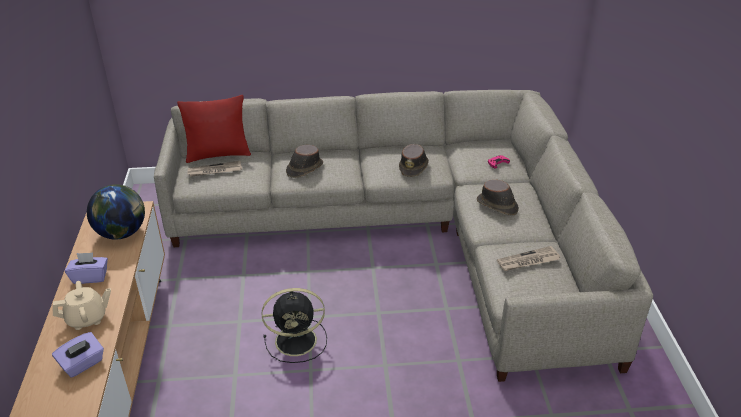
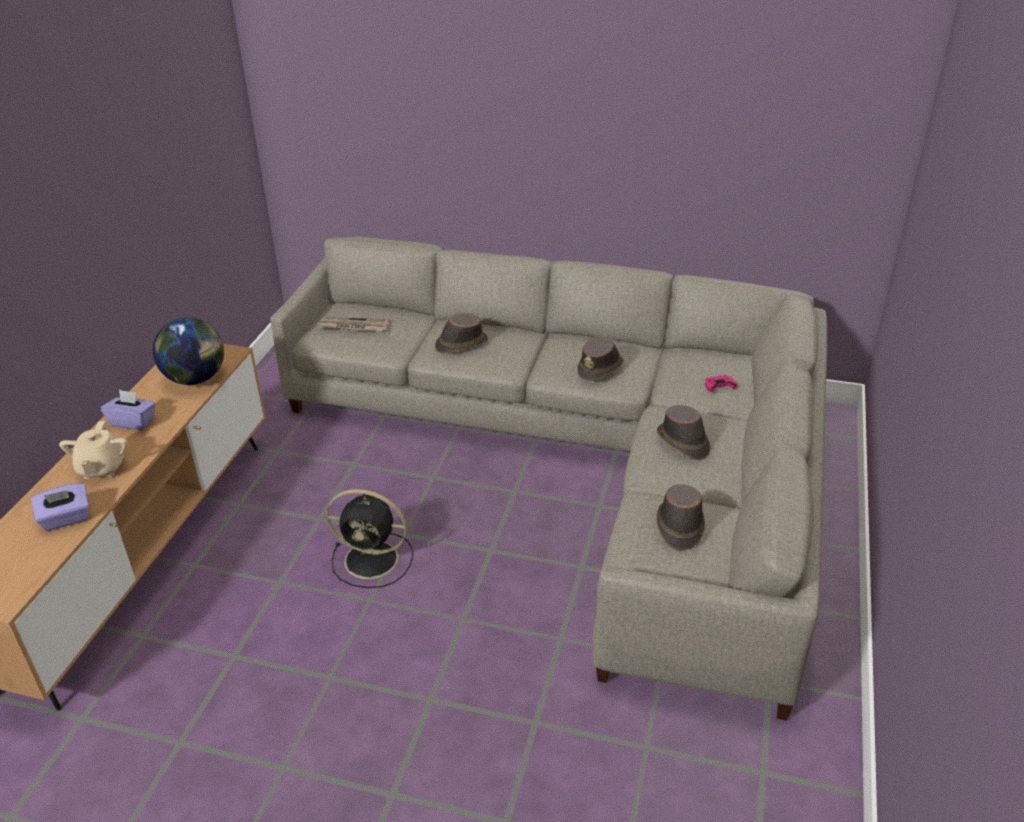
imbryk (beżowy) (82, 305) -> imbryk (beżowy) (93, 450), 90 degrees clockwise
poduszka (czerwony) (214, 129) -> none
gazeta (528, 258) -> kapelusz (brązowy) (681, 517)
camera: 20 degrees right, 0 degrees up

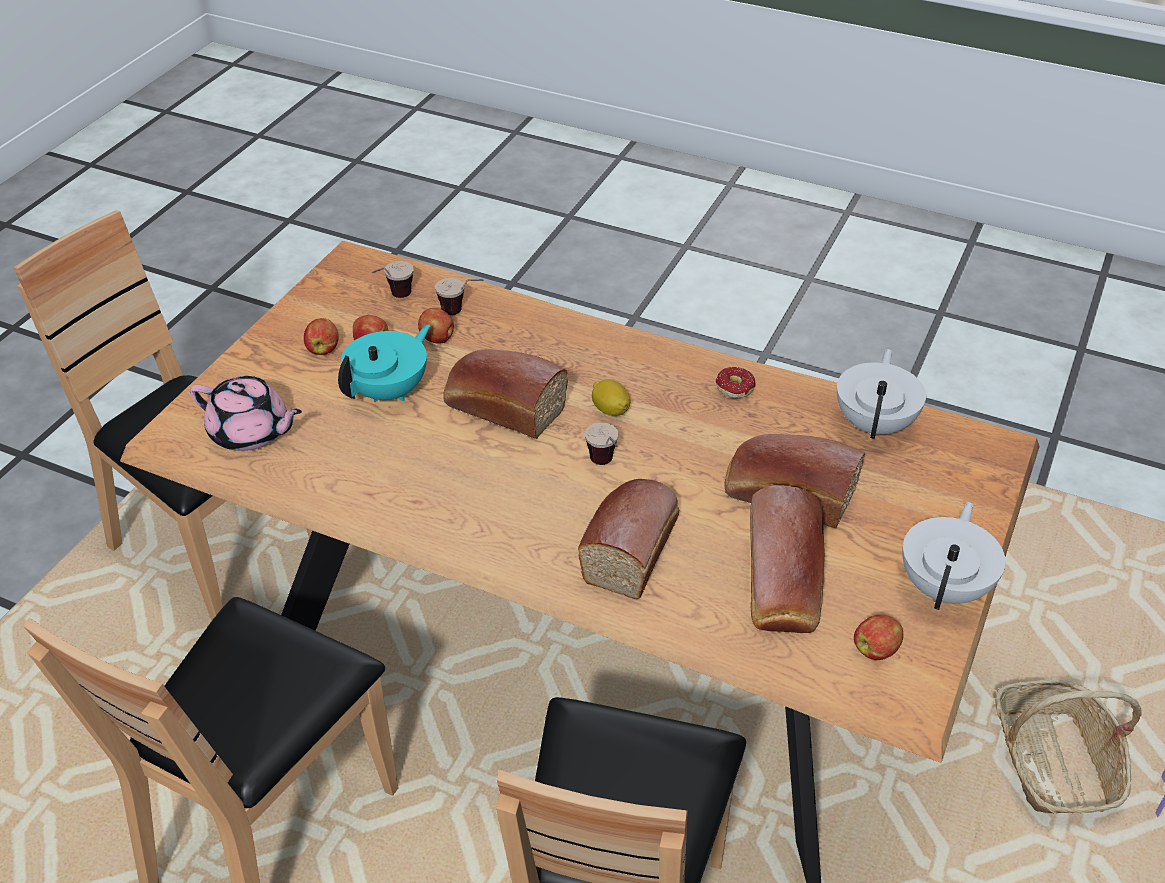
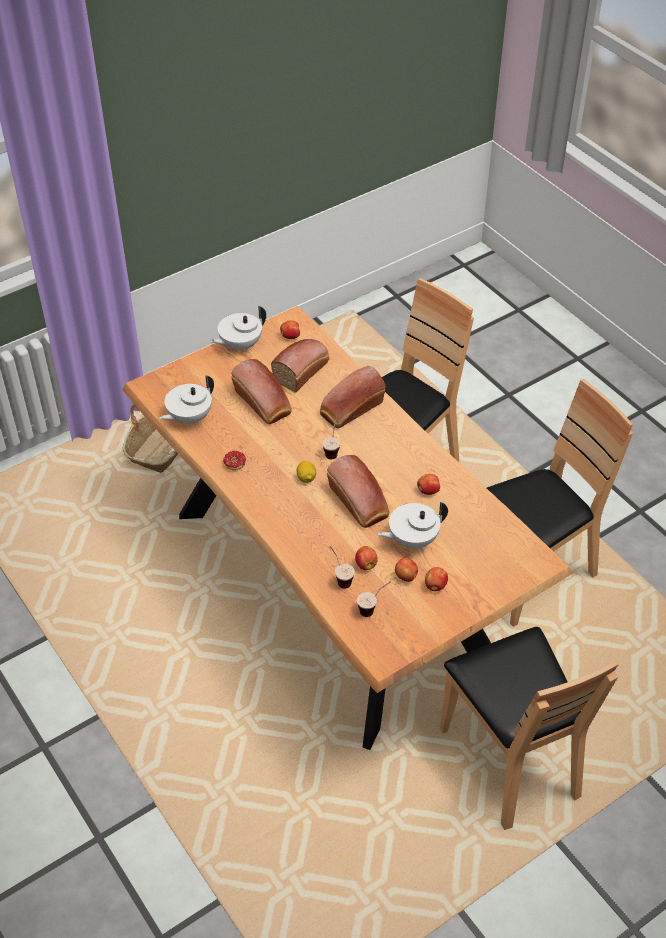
imbryk (różowy) (246, 413) -> none
imbryk (turkusowy) (384, 363) -> imbryk (biały) (413, 525)
none -> jabłko (428, 484)
camera: 150 degrees left, 5 degrees up

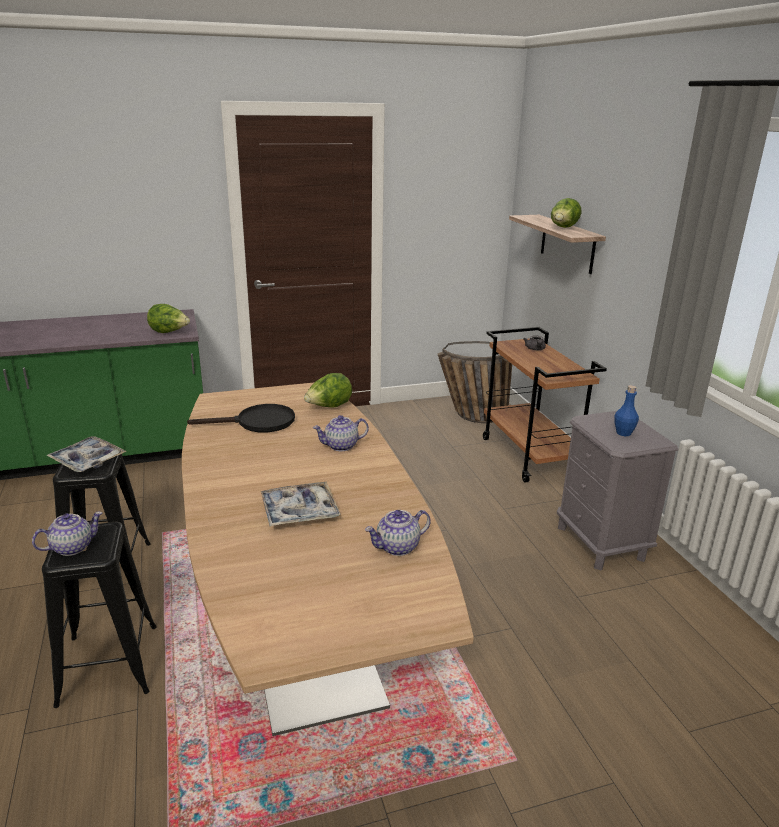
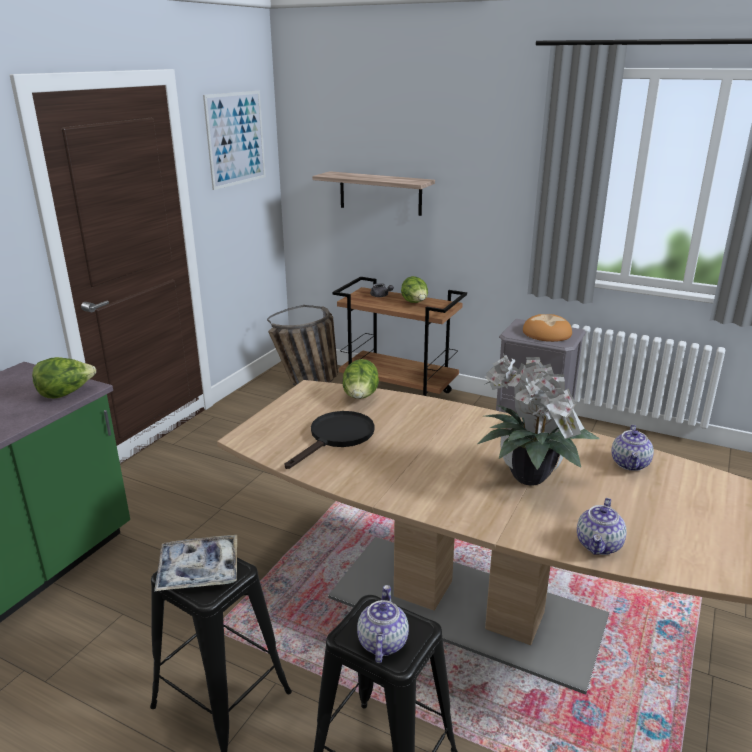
taca (301, 504) -> roślina doniczkowa (539, 420)
imbryk (341, 433) -> imbryk (602, 526), moved
sałata (566, 213) -> sałata (414, 289), moved
butelka (niebieski) (626, 410) -> chleb (547, 328)
none -> obraz (234, 140)
camera: 45 degrees left, 0 degrees up

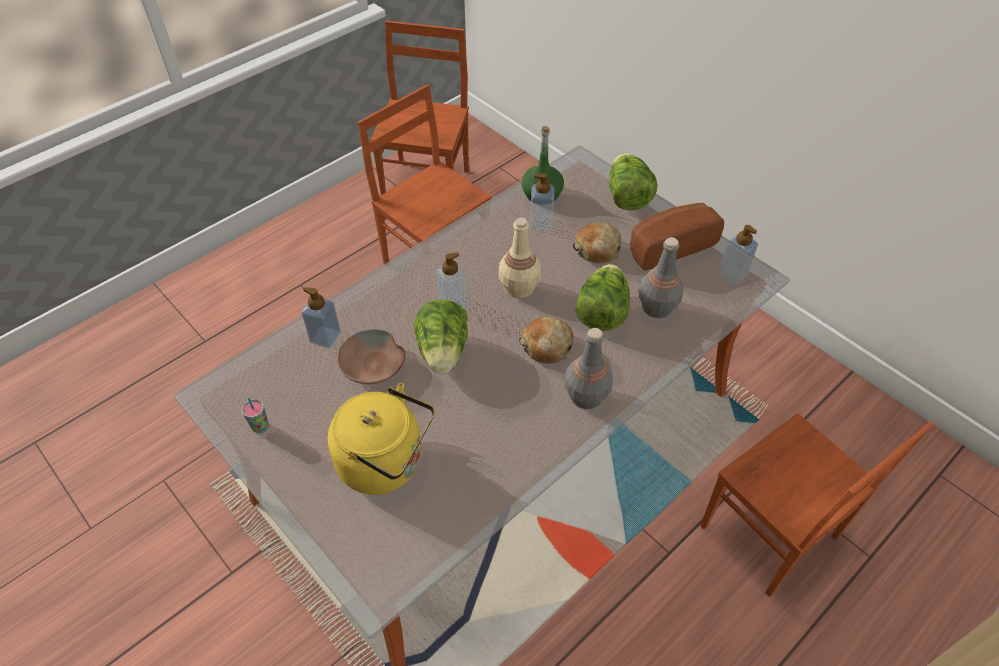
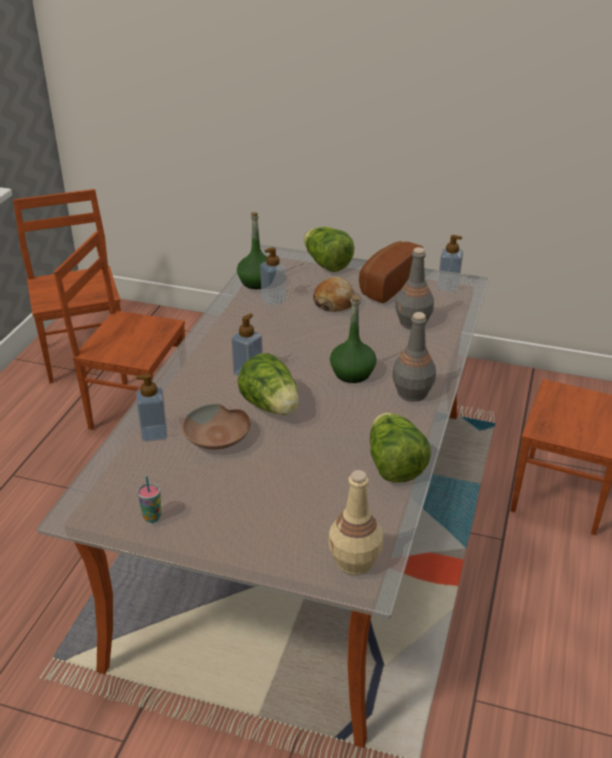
czajnik (żółty) (381, 439) -> none
butelka (beżowy) (519, 257) -> butelka (beżowy) (355, 522), moved
chleb (546, 340) -> butelka (zielony) (353, 339)
sałata (602, 297) -> sałata (400, 448), moved
camera: 30 degrees left, 15 degrees down

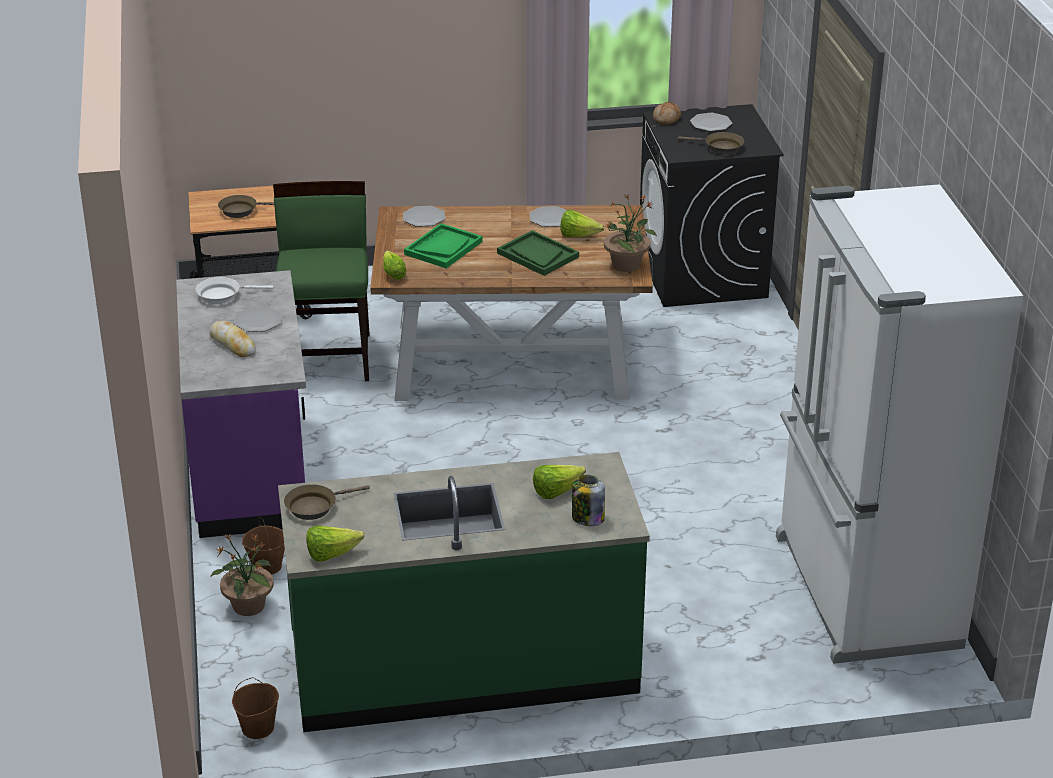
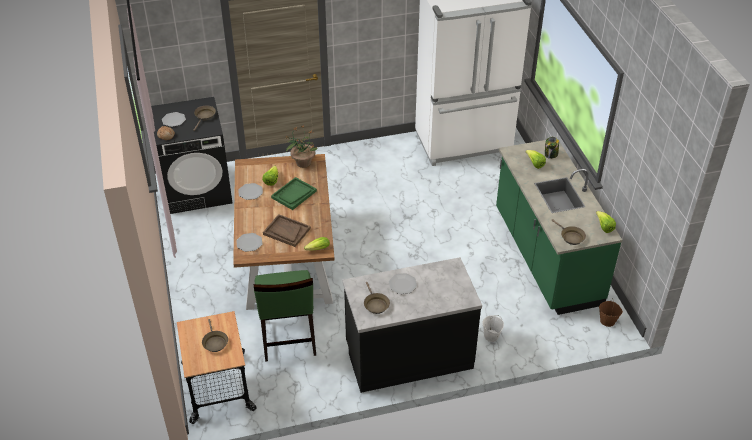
zabudowa kuchenna (fioletowy) (241, 404) -> zabudowa kuchenna (czarny) (412, 325)
patelnia (biały) (234, 290) -> patelnia (brązowy) (377, 298)
chleb (232, 339) -> none
roślina doniczkowa (242, 574) -> none
wiadro (brązowy) (263, 546) -> wiadro (biały) (493, 328)
krzesło (zielony) (321, 281) -> krzesło (zielony) (285, 316), 90 degrees counterclockwise
taca (zielony) (443, 245) -> taca (brązowy) (287, 230)
camera: 95 degrees left, 10 degrees up

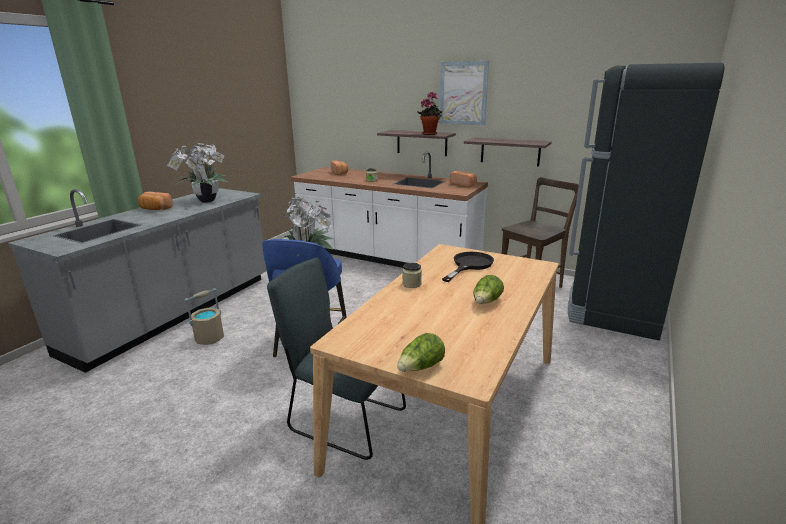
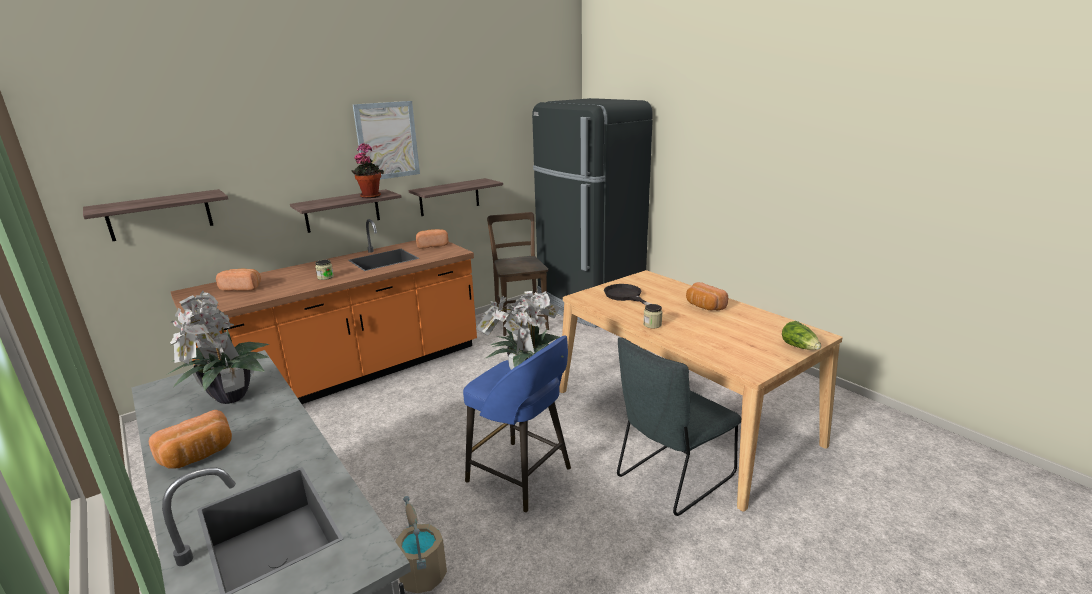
zabudowa kuchenna (biały) (389, 210) -> zabudowa kuchenna (pomarańczowy) (324, 311)
sałata (488, 289) -> chleb (707, 296)
none -> półka (155, 215)
camera: 65 degrees left, 0 degrees up

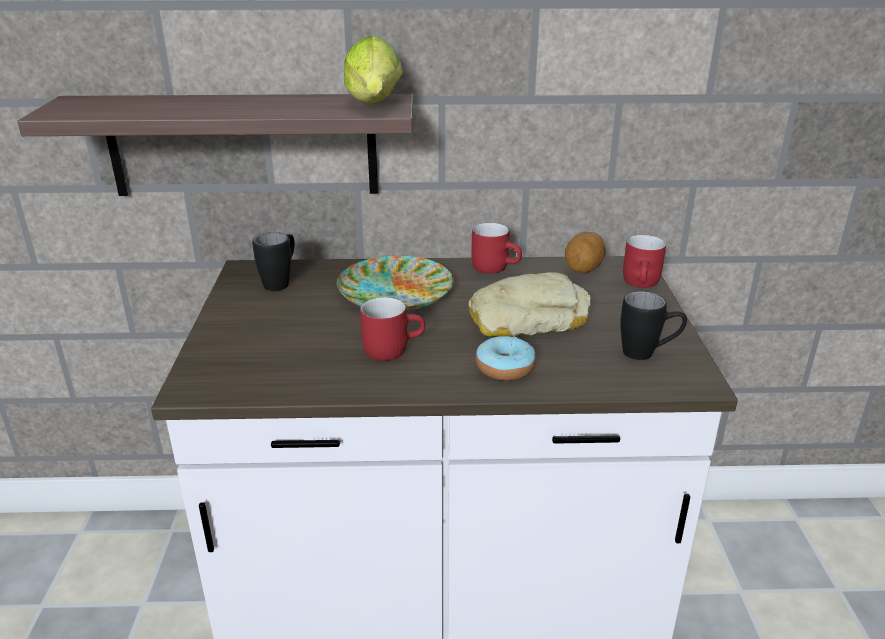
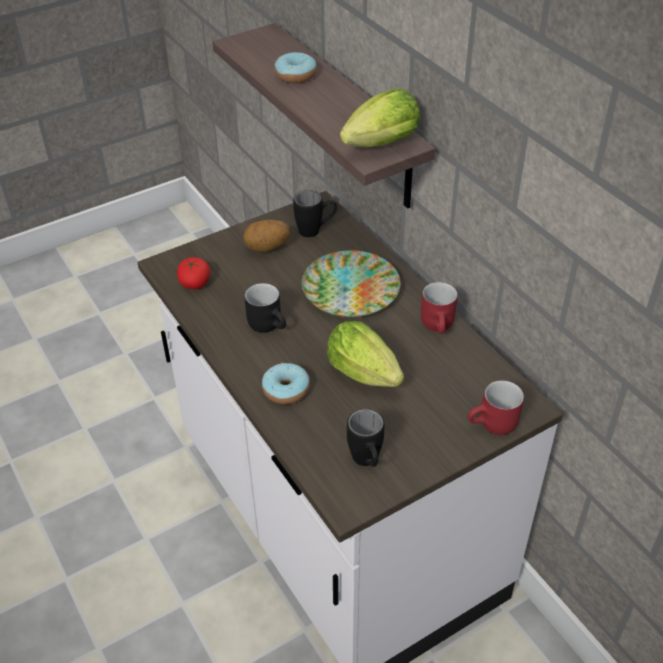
kubek (czerwony) (392, 329) -> kubek (czarny) (265, 308)
chleb (530, 304) -> sałata (365, 354)
ziemniak (585, 252) -> ziemniak (266, 236), moved
none -> pomidor (193, 273)
none -> donut (295, 67)
camera: 60 degrees right, 15 degrees up

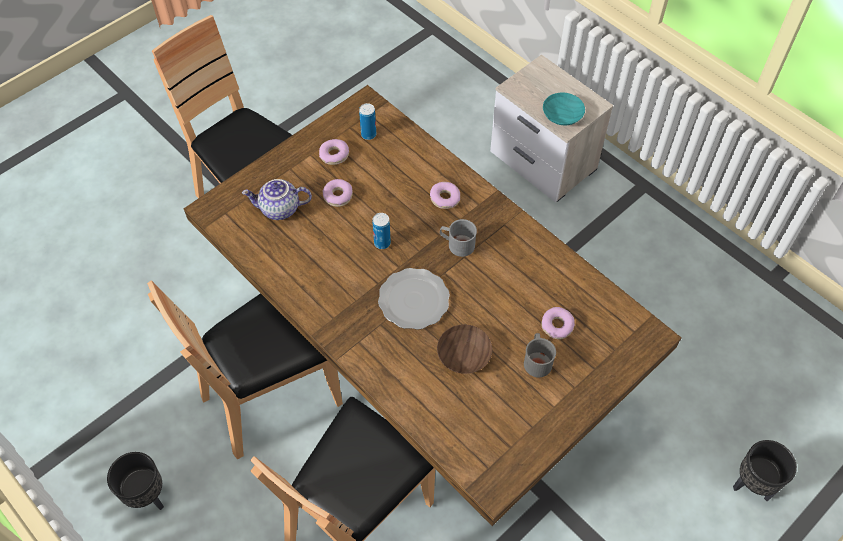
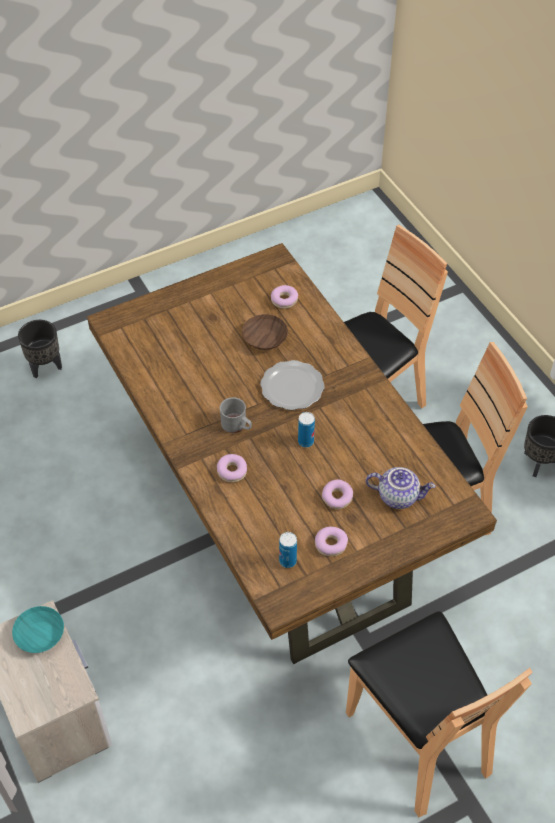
kubek (szary) (540, 355) -> none
donut (558, 323) -> donut (284, 297), moved
camera: 165 degrees left, 5 degrees down

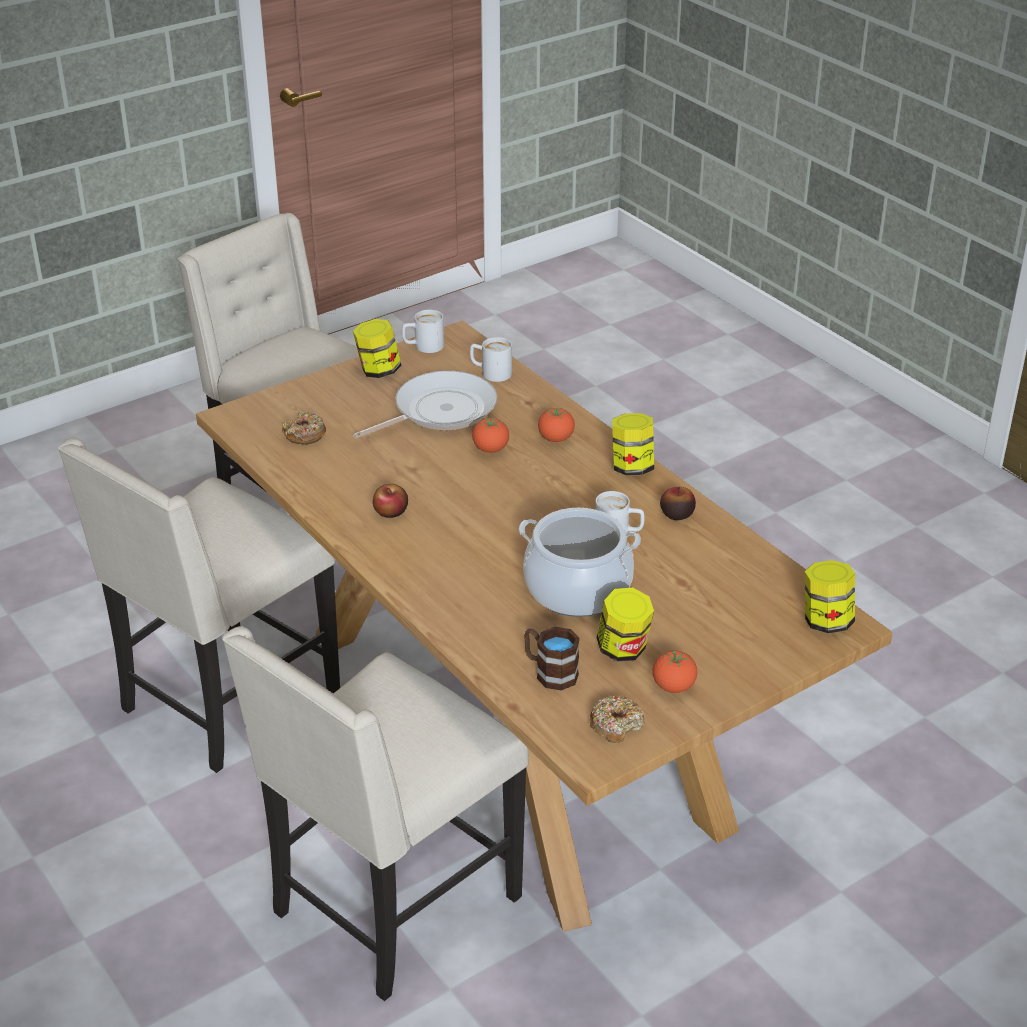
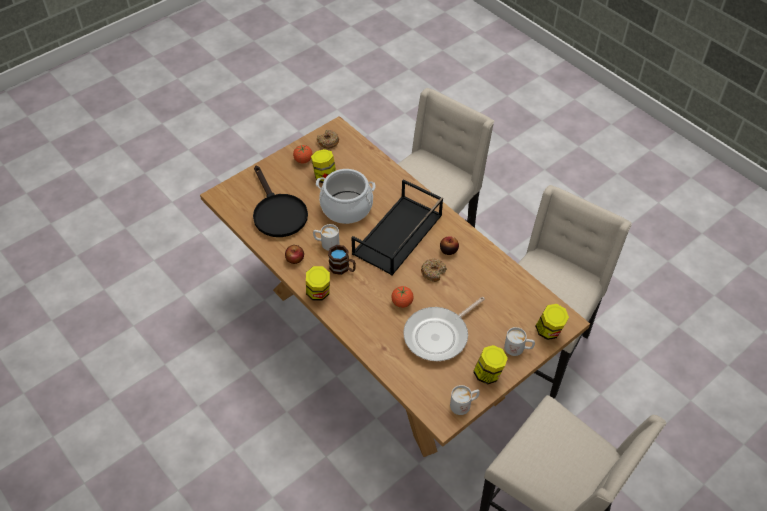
donut (304, 428) -> donut (434, 270), moved
kubek (biały) (491, 359) -> kubek (biały) (519, 341), moved
kubek (brązowy) (552, 659) -> kubek (brązowy) (342, 260), moved
pomidor (556, 425) -> none
słoik (830, 596) -> słoik (552, 322), moved
none -> patelnia (czarny) (280, 201)
none -> taca (czarny) (397, 227)
camera: 175 degrees right, 15 degrees up

